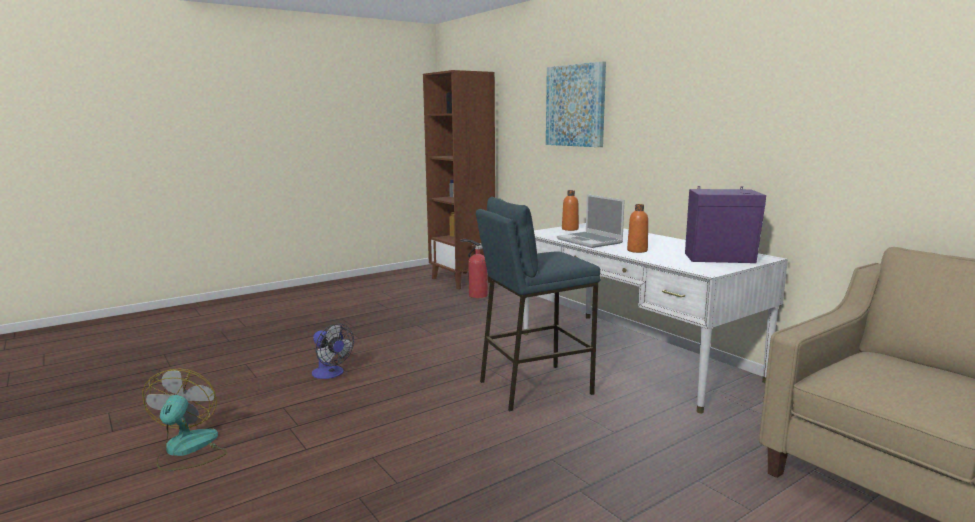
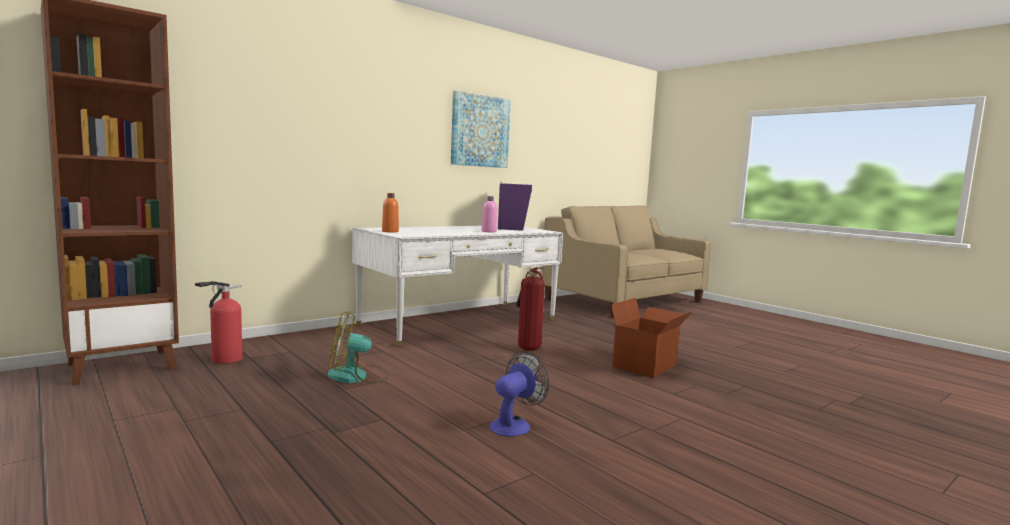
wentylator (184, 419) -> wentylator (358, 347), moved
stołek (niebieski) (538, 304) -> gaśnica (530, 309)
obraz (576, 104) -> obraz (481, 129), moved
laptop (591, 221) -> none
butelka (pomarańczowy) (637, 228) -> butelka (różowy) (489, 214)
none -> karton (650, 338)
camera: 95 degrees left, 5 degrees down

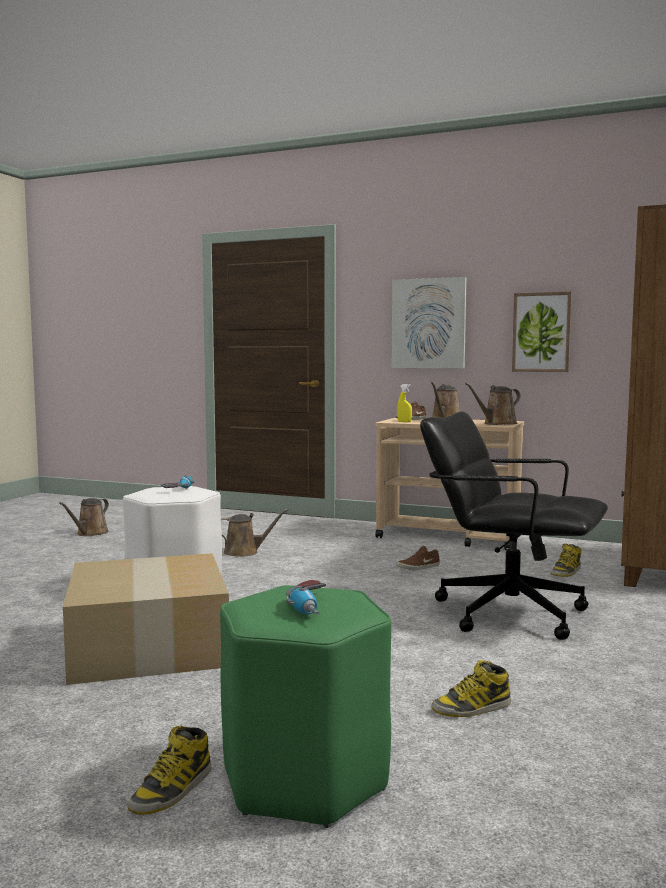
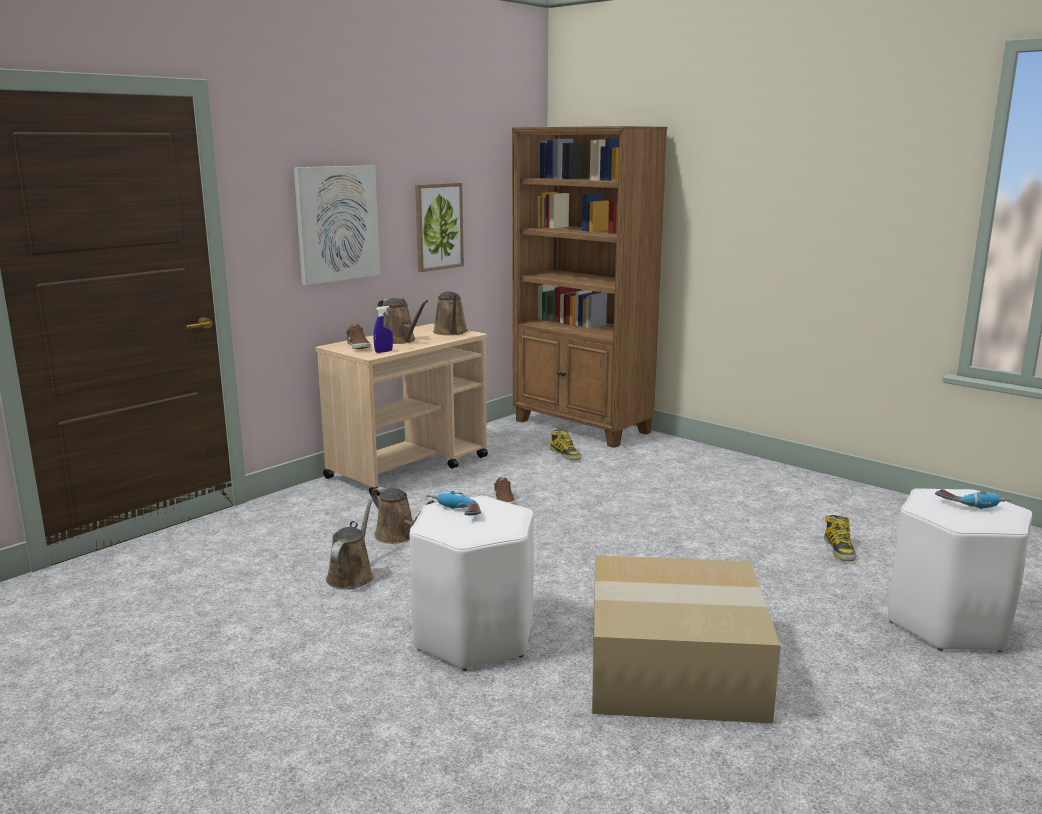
konewka (brązowy) (84, 517) -> konewka (brązowy) (403, 515), moved
but z cholewką (169, 770) -> none
stołek (zielony) (305, 706) -> stołek (biały) (960, 570)
spryskiwacz (żółty) (404, 403) -> spryskiwacz (niebieski) (383, 329)
krzesło biurowe (czarny) (514, 525) -> none
camera: 70 degrees left, 10 degrees up

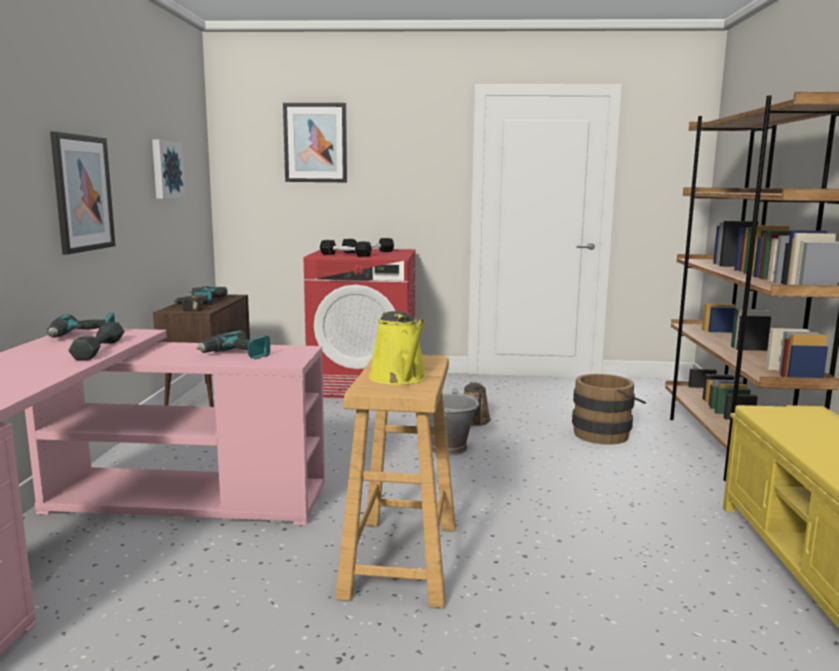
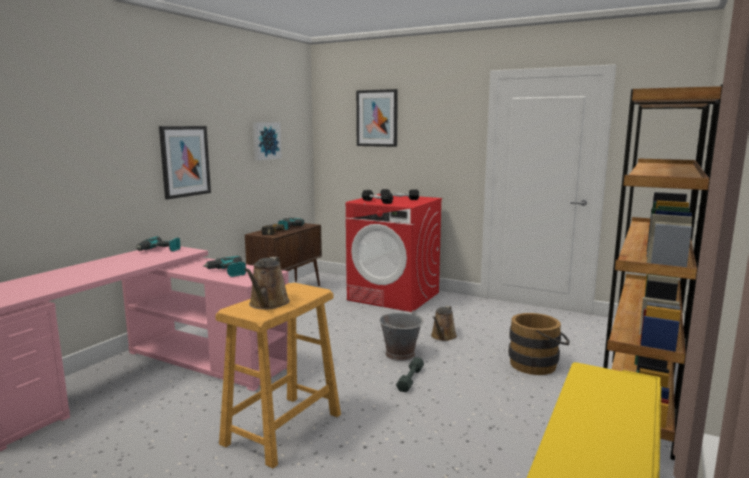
hantel (szary) (96, 341) -> hantel (szary) (410, 374), moved
konewka (żółty) (397, 348) -> konewka (brązowy) (267, 283)
camera: 25 degrees right, 0 degrees up

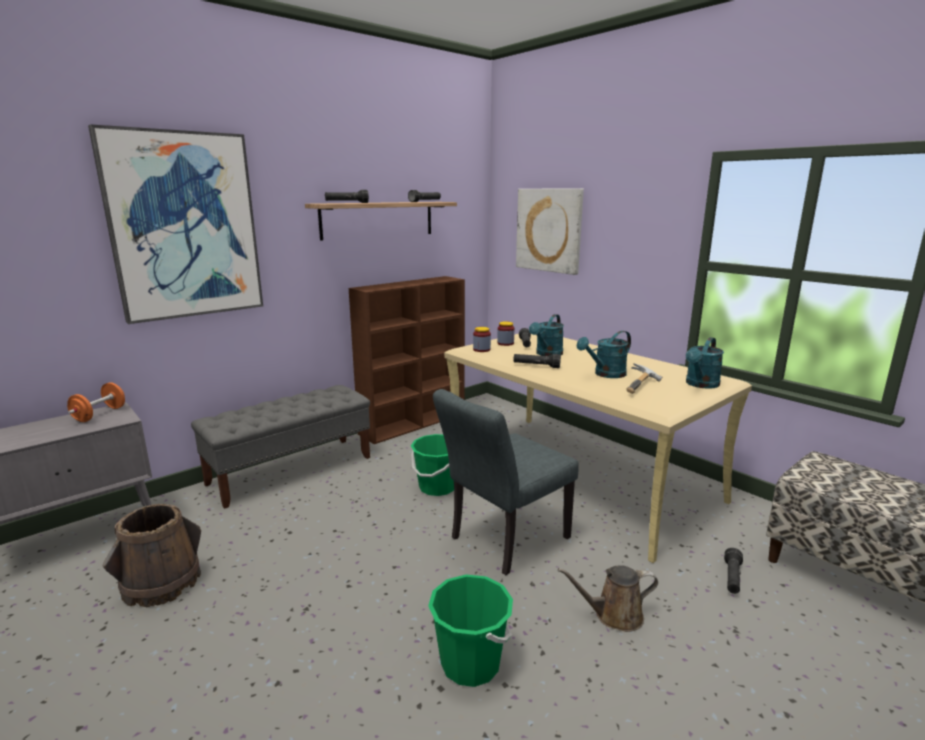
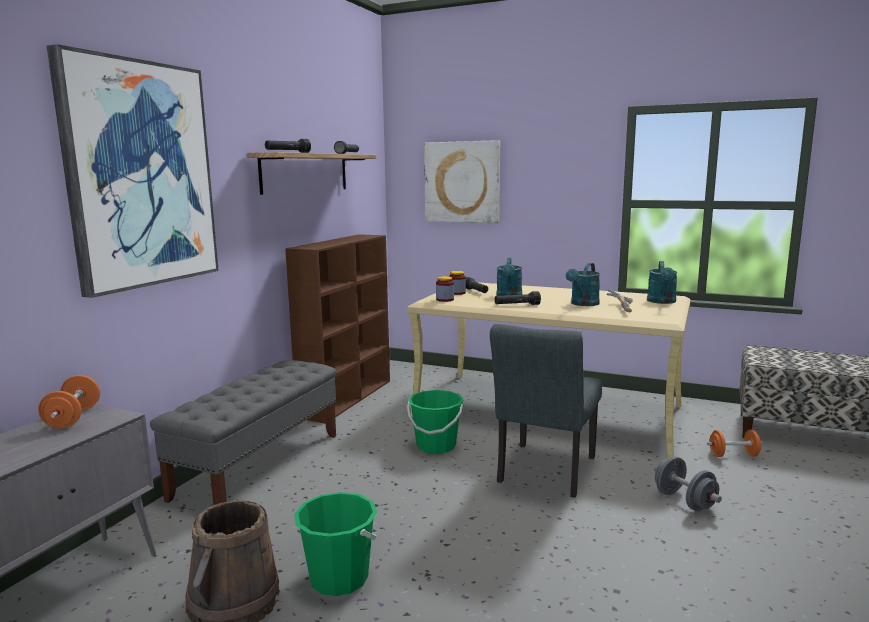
wiadro (zielony) (470, 630) -> wiadro (zielony) (335, 544), moved
konewka (brązowy) (608, 598) -> hantel (szary) (688, 483)
latarka (czarny) (733, 571) -> hantel (pomarańczowy) (735, 443)
camera: 25 degrees left, 5 degrees down

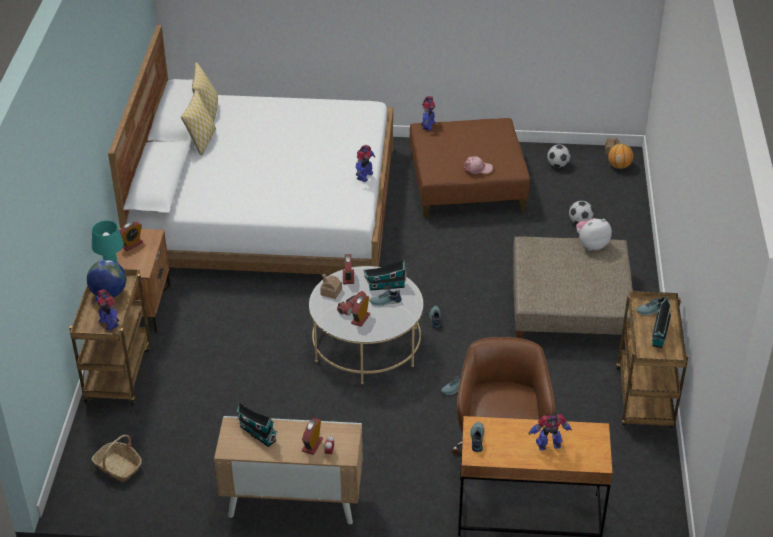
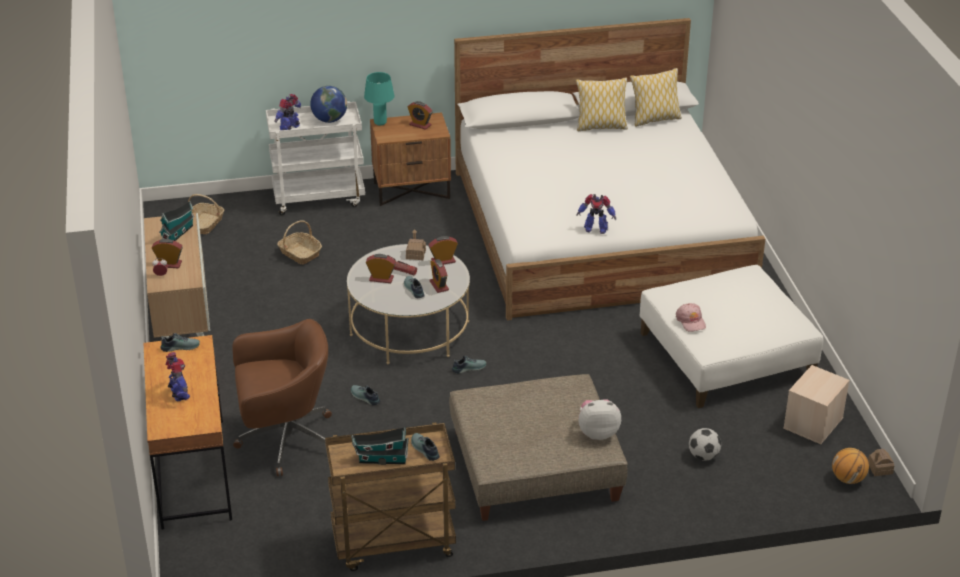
wózek (brązowy) (109, 337) -> wózek (biały) (315, 158)
domek (385, 275) -> budzik (439, 276)
pufa (brązowy) (469, 168) -> pufa (biały) (731, 336)
robot zabawkowy (428, 113) -> none
piłka futbolowa (558, 156) -> pojemnik do przechowywania (beżowy) (816, 404)
pluszak (594, 234) -> pluszak (599, 419), 60 degrees counterclockwise
none -> koszyk (299, 243)
camera: 75 degrees right, 5 degrees down

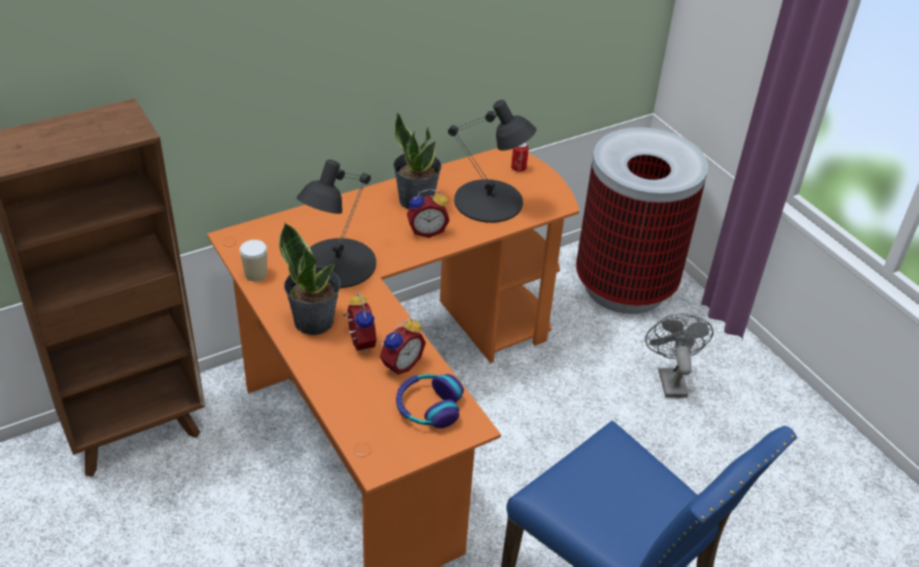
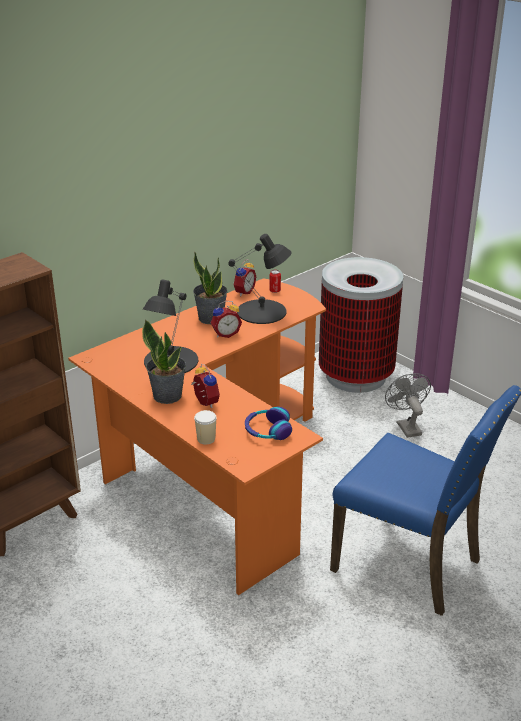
filiżanka (253, 260) -> filiżanka (205, 427), moved
budzik (403, 346) -> budzik (245, 277), moved
camera: 10 degrees left, 10 degrees down

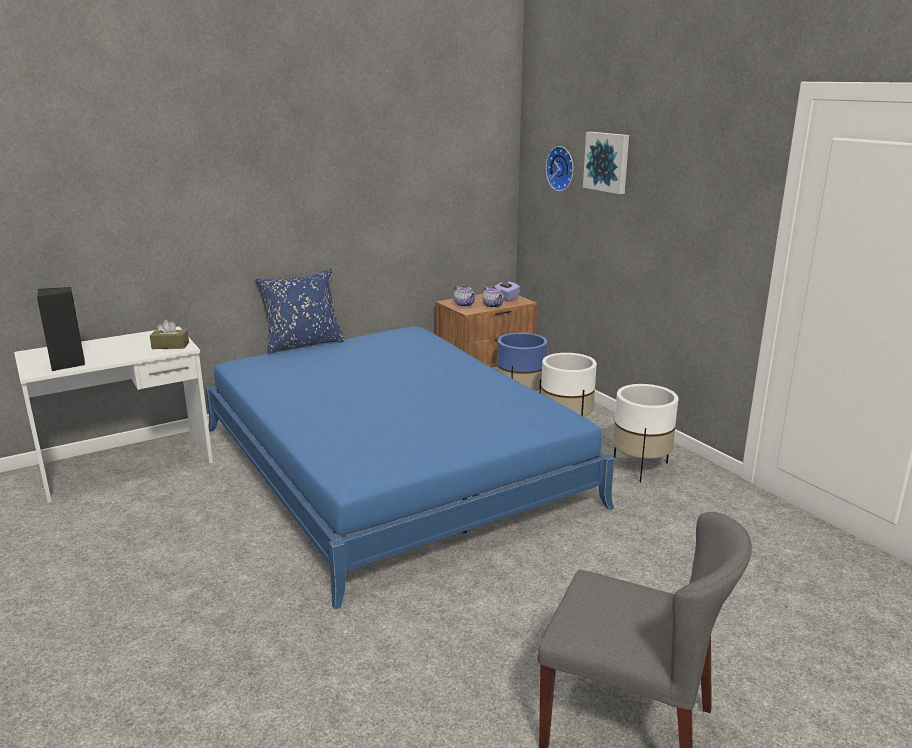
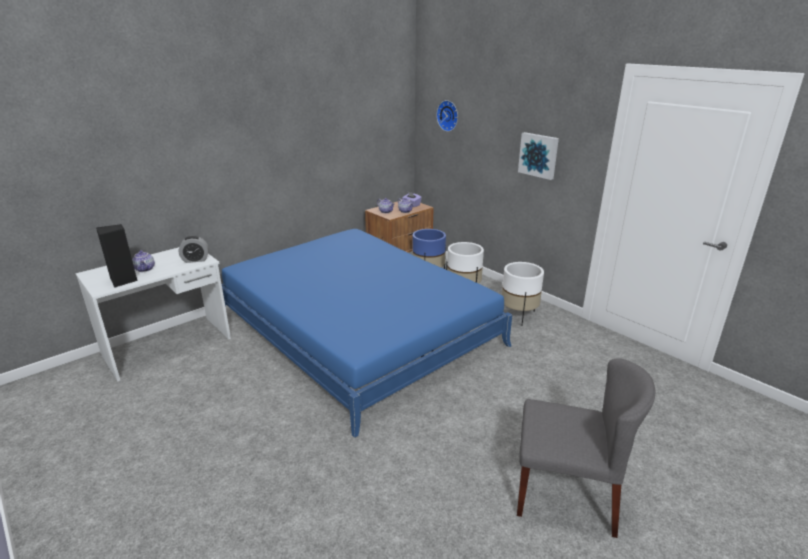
pudełko chusteczek (brązowy) (169, 334) -> budzik (194, 249)
poduszka (niebieski) (300, 311) -> none
obraz (606, 163) -> obraz (538, 156), moved
none -> imbryk (143, 261)
camera: 10 degrees left, 5 degrees up

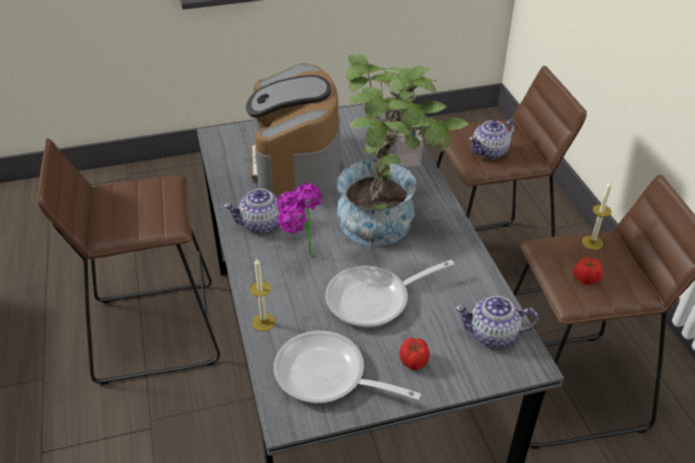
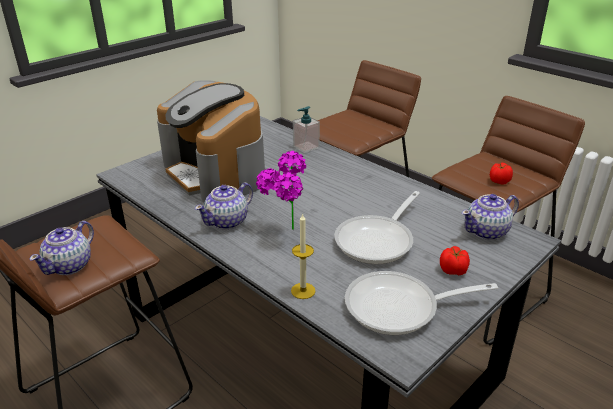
roślina doniczkowa (403, 150) -> none
imbryk (492, 139) -> imbryk (62, 248), moved
świeca (597, 215) -> none
camera: 30 degrees left, 10 degrees down

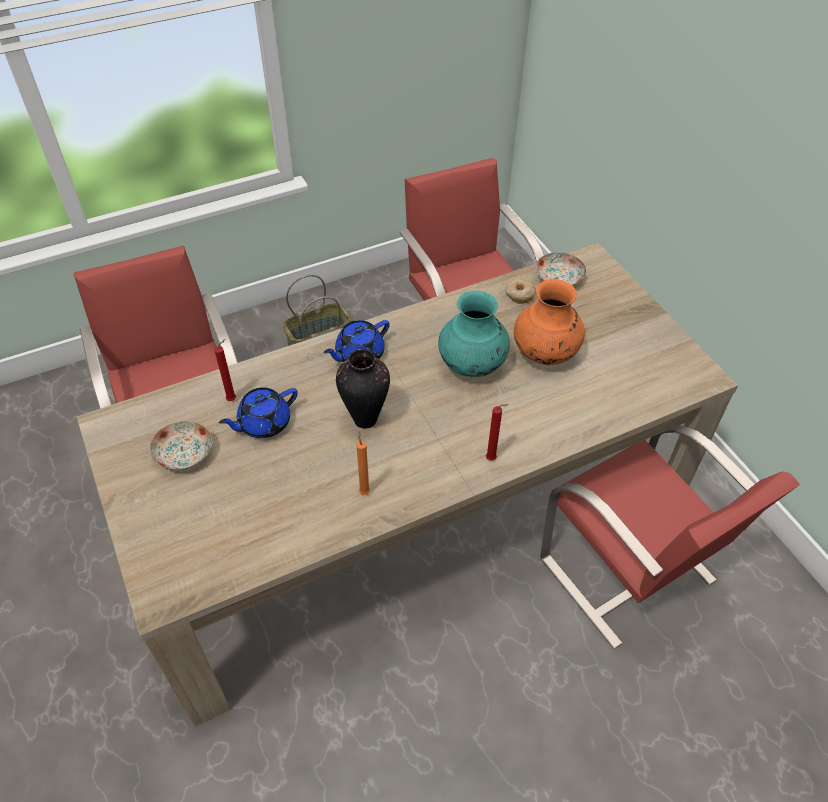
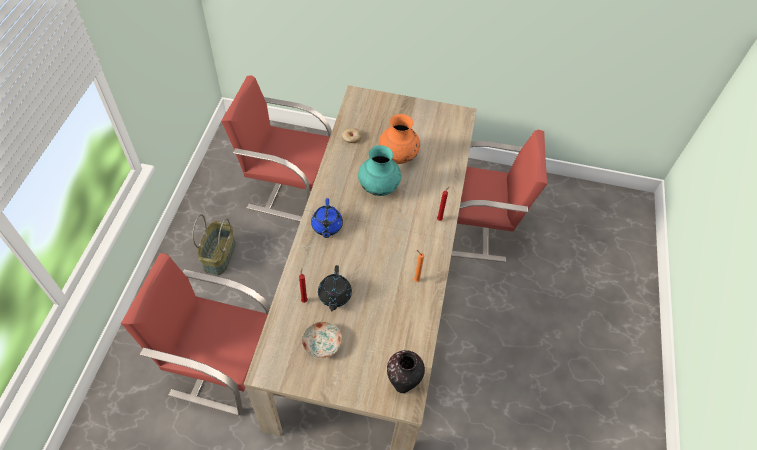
imbryk (niebieski) (258, 412) -> imbryk (czarny) (335, 288)
wazon (363, 389) -> wazon (406, 371), moved
talerz (561, 269) -> none
camera: 55 degrees left, 5 degrees up

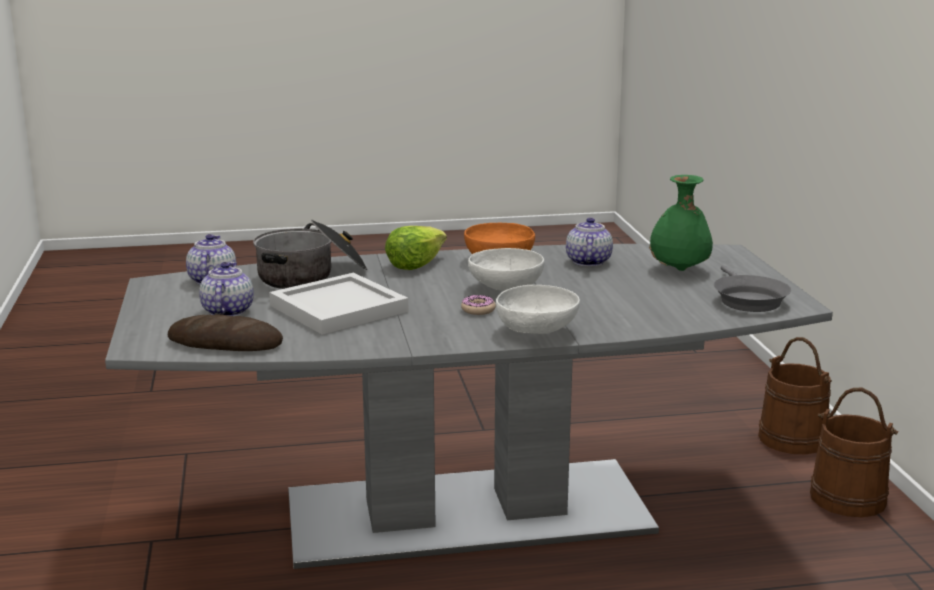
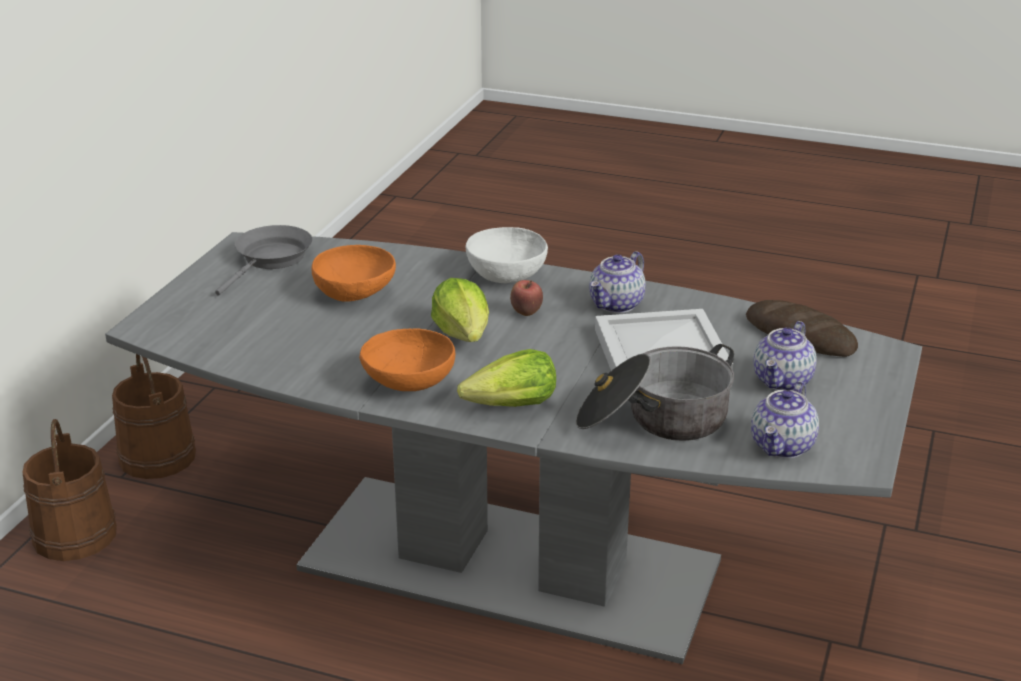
donut (478, 305) -> jabłko (526, 298)
miska (biały) (506, 269) -> sałata (460, 310)
imbryk (589, 242) -> imbryk (617, 282), moved
wazon (zielony) (681, 223) -> none
none -> miska (pomarańczowy) (353, 273)
camera: 150 degrees left, 10 degrees up

